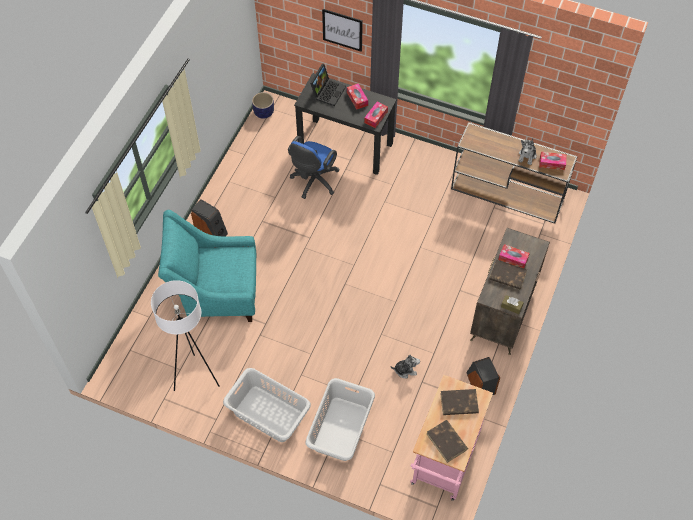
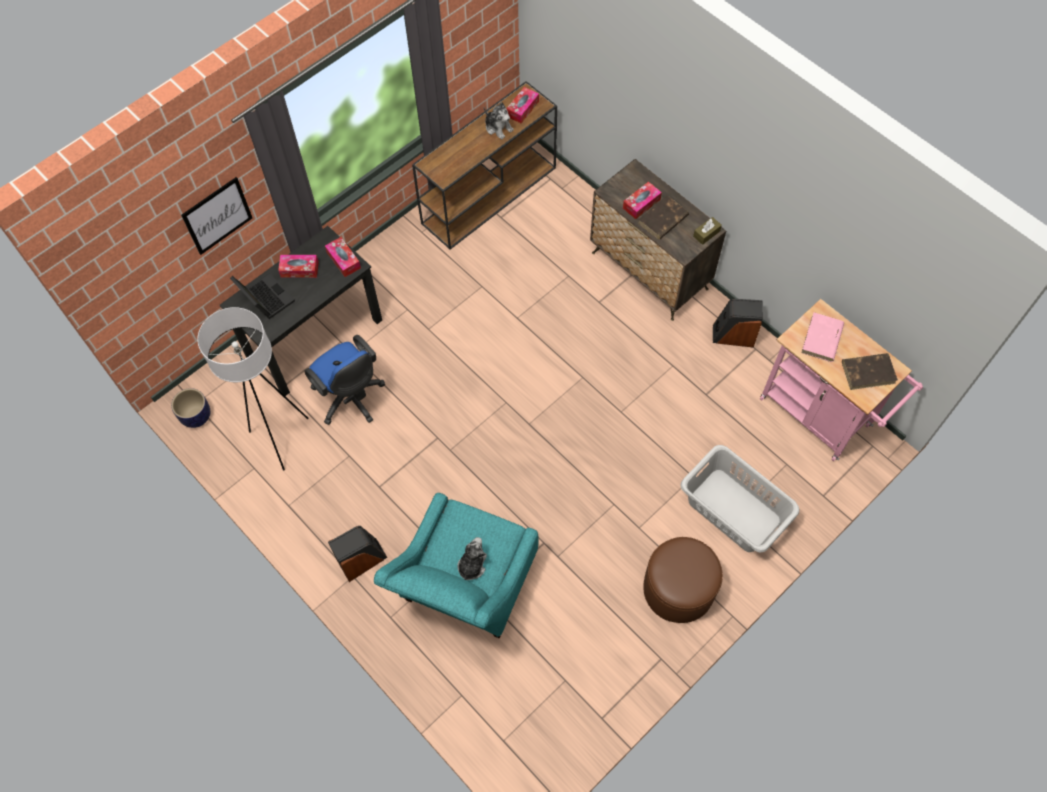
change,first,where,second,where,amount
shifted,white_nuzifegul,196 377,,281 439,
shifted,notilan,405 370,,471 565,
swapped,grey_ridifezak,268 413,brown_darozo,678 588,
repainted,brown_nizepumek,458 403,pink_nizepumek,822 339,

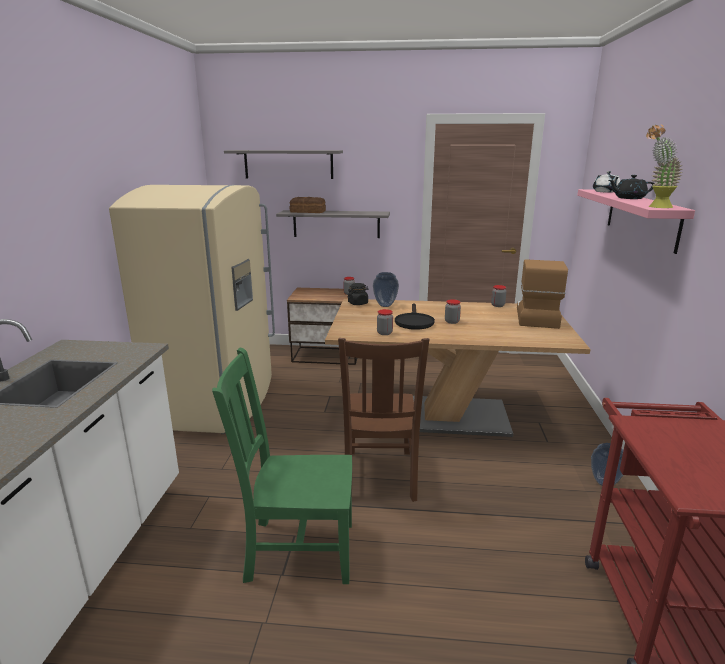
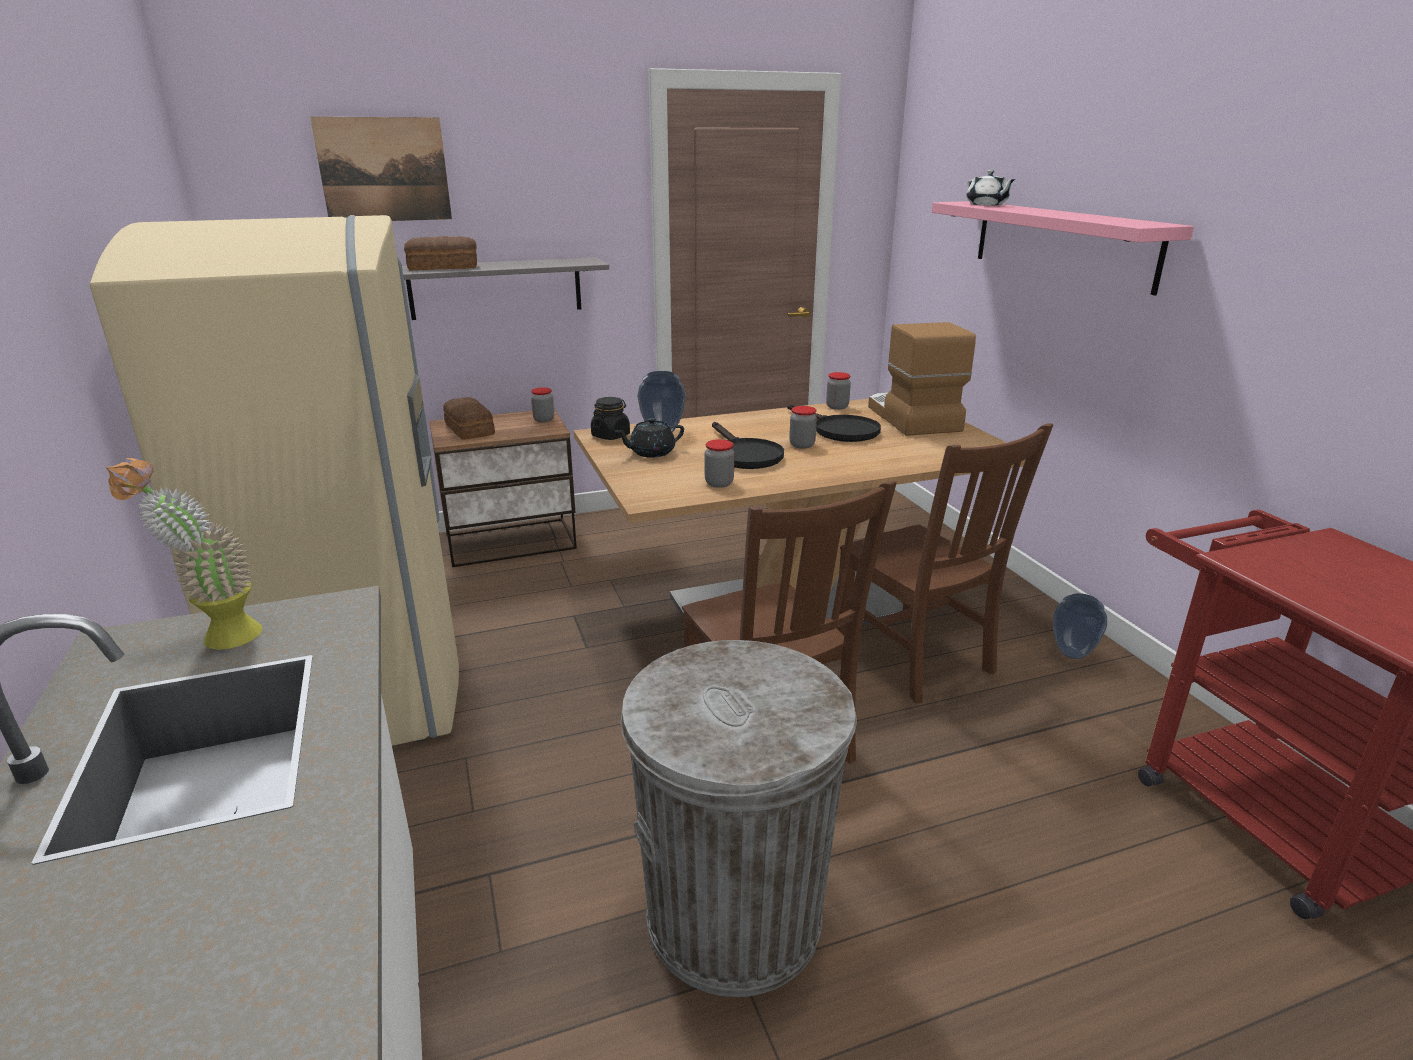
change,first,where,second,where,amount
shifted,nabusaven,654 207,,216 638,
swapped,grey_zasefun,288 164,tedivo,384 170,
shifted,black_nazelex,629 198,,651 452,
swapped,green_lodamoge,296 550,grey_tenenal,733 916,
new,,,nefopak,468 430,
new,,,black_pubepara,839 430,
new,,,brown_lodamoge,916 658,

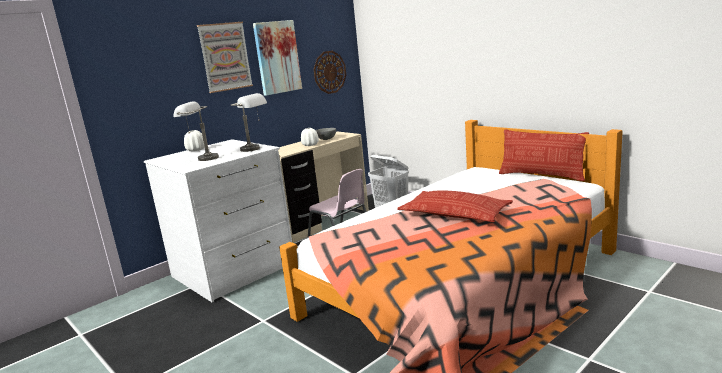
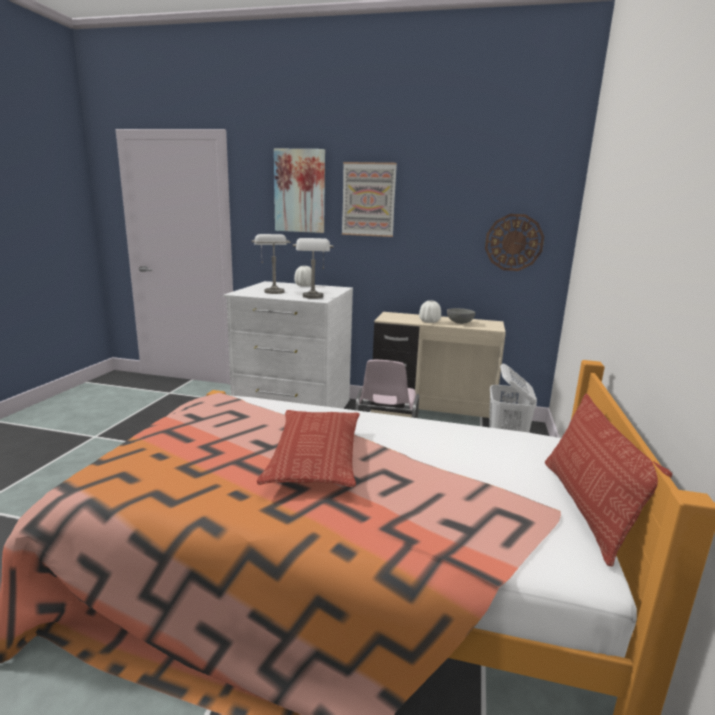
change,first,where,second,where,amount
shifted,tedivo,277 57,,300 191,

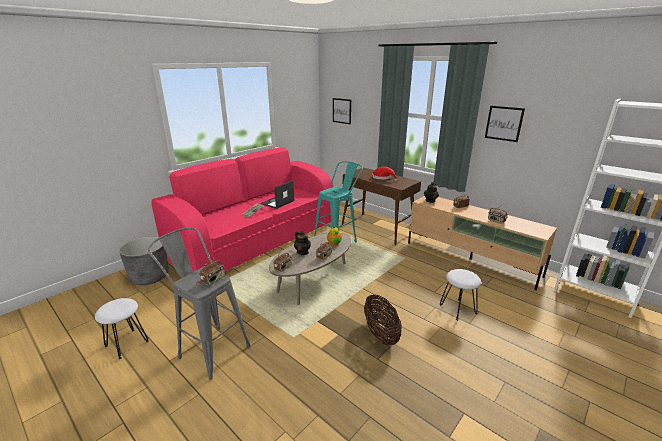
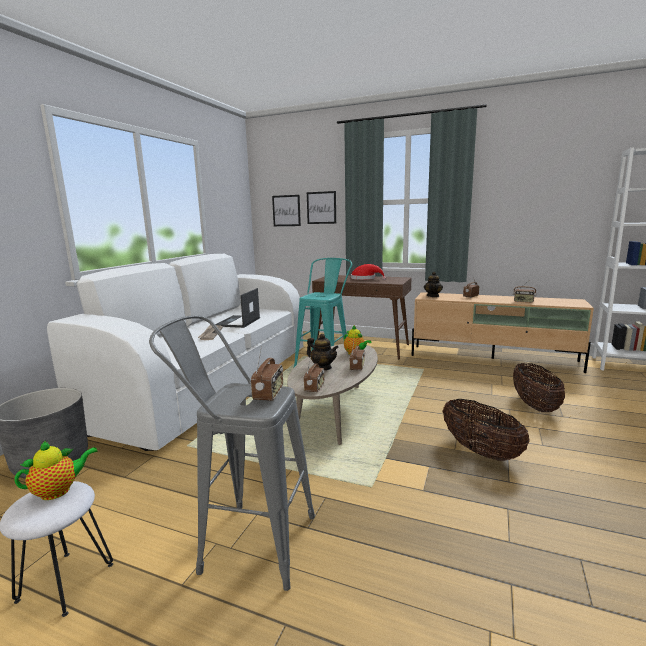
change,first,where,second,where,amount
shifted,tedivo,504 123,,321 207,
repainted,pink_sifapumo,258 240,white_sifapumo,212 383,
swapped,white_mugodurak,457 309,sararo,534 405,
new,,,nazelex,59 491,

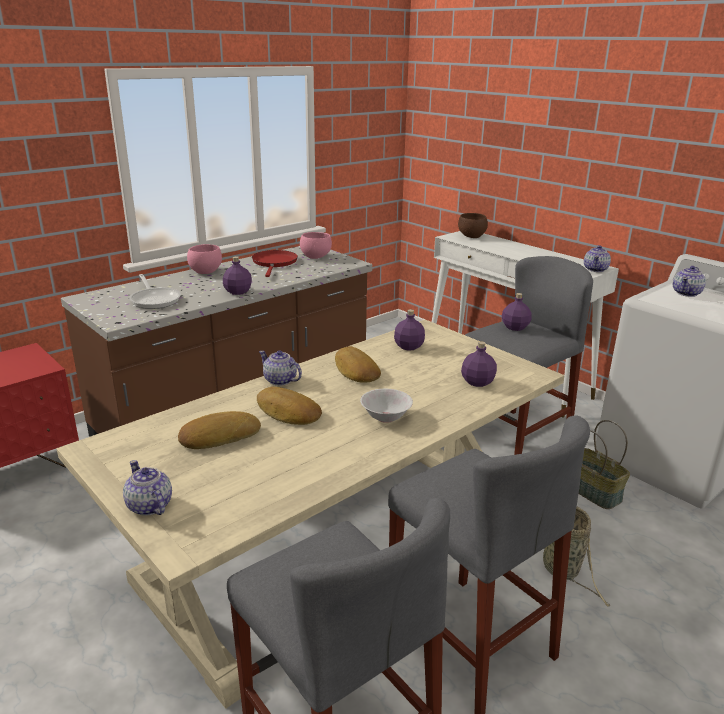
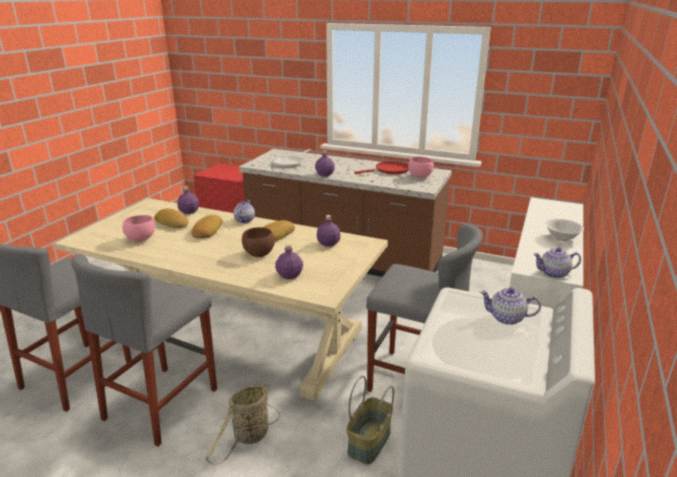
change,first,where,second,where,amount
shifted,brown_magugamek,472 237,,258 254,
shifted,pink_magugamek,205 272,,141 239,
shifted,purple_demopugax,515 327,,189 211,
shifted,white_magugamek,385 417,,561 238,
gone,nazelex,149 506,,,

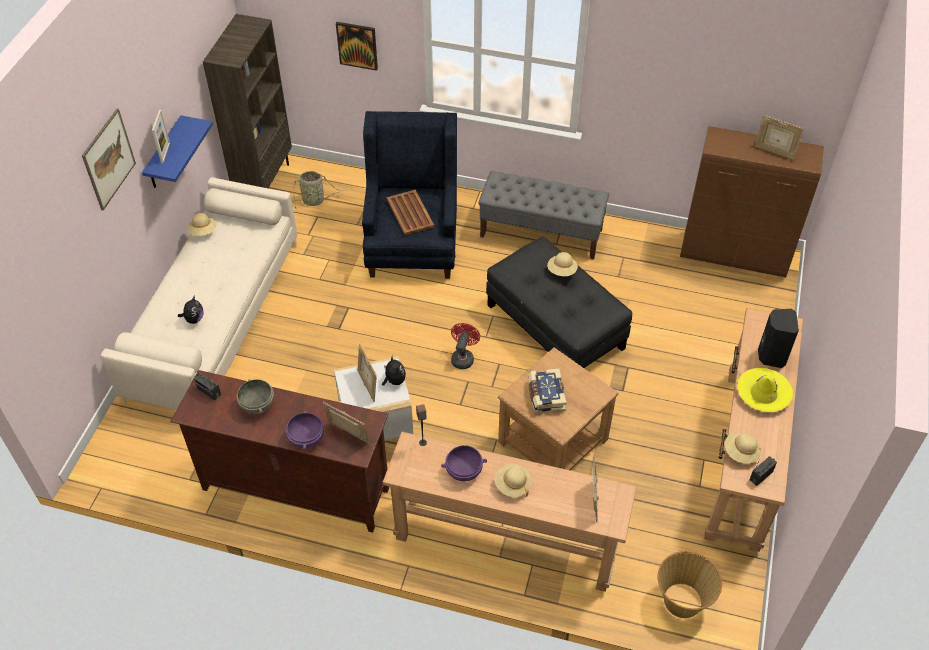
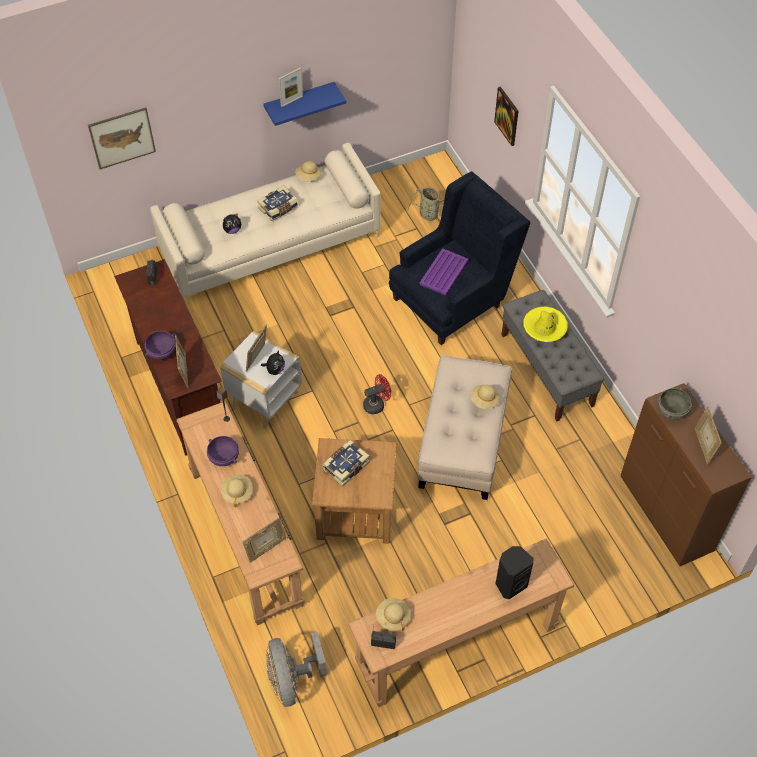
change,first,where,second,where,amount
gone,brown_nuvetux,264 180,,,
shifted,tedivo,109 159,,122 138,
repainted,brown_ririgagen,410 212,purple_ririgagen,444 272,
repainted,black_darozo,556 326,beige_darozo,463 441,
shifted,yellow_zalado,763 394,,544 327,
shifted,grey_magugamek,258 405,,672 411,
swapped,sararo,682 600,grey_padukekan,292 679,
new,,,nizepumek,278 208,

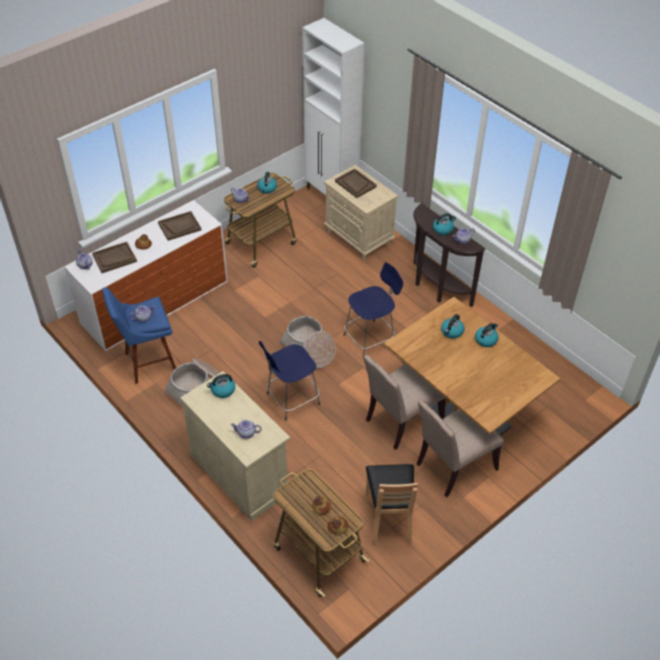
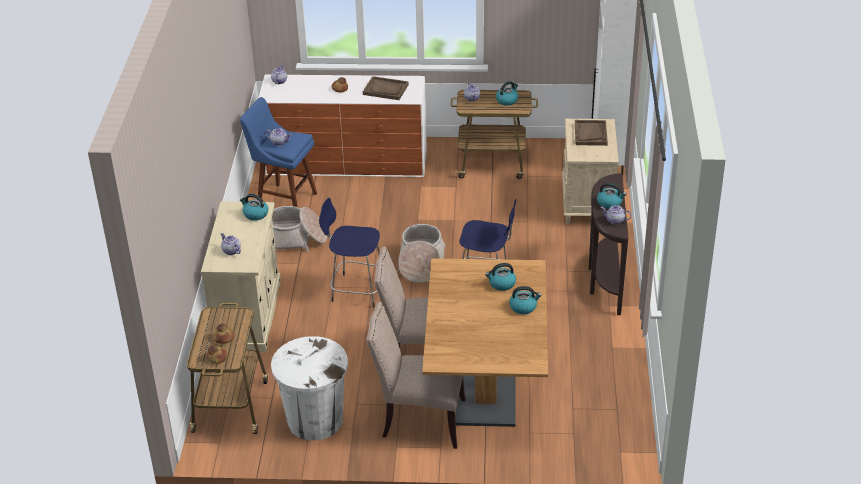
change,first,where,second,where,amount
gone,brown_ririgagen,114 258,,,
swapped,brown_lodamoge,389 519,white_tenenal,314 420,

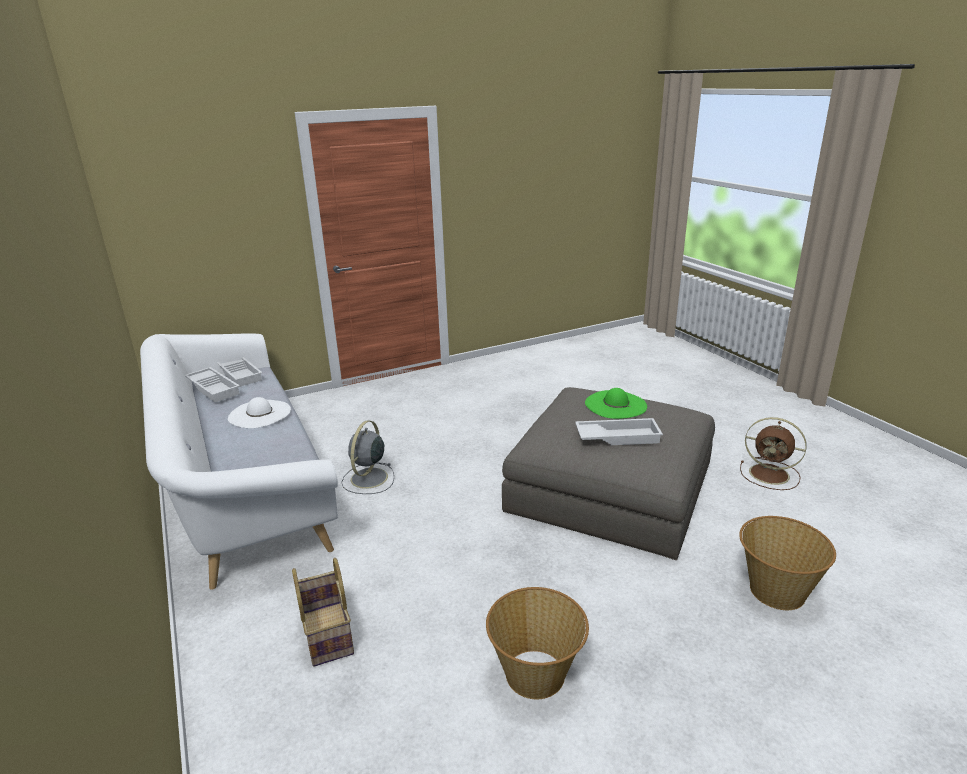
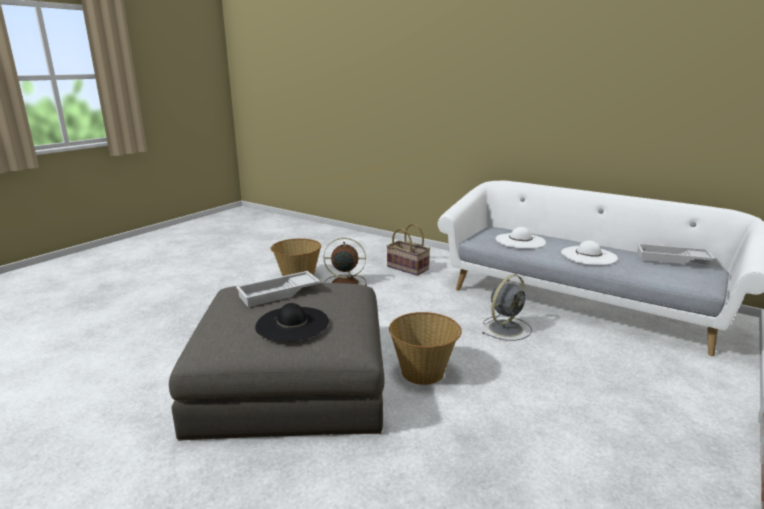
change,first,where,second,where,amount
gone,white_ririgagen,240 374,,,
repainted,green_zalado,615 404,black_zalado,292 324,
shifted,brown_padukekan,771 474,,344 283,
rotated,grey_padukekan,368 479,,506 328,60 degrees clockwise
shifted,sararo,776 591,,423 372,
new,,,white_zalado,520 240,

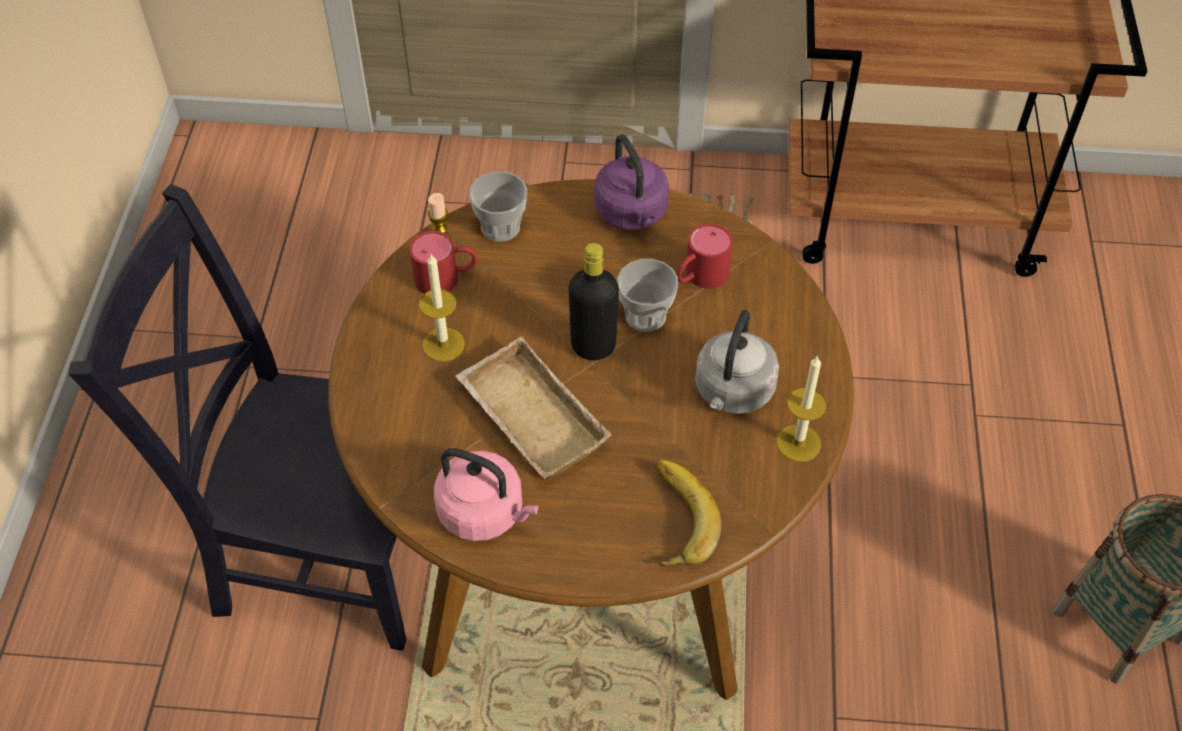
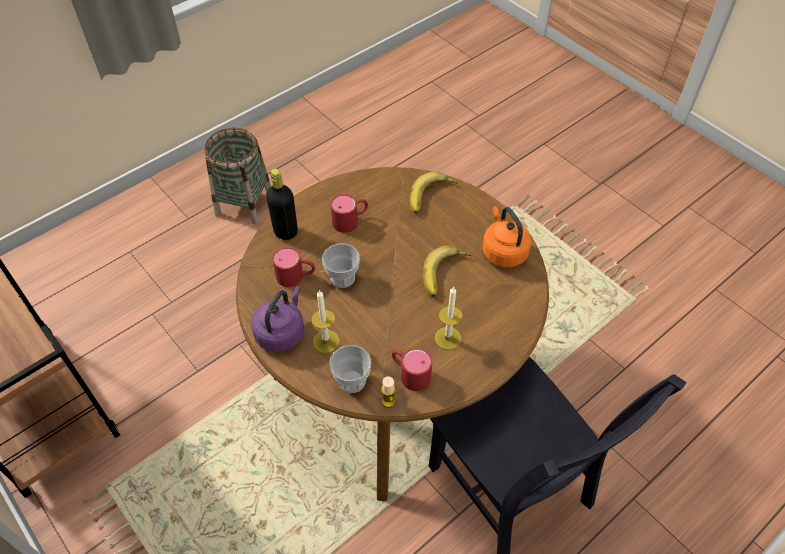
change,first,where,second,where,amount
shifted,black_demopugax,593 346,,285 231,
swapped,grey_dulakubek,732 392,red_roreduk,350 220,
swapped,beige_ririgagen,528 418,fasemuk,445 274,
shifted,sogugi,798 443,,326 341,
repainted,pink_dulakubek,485 513,orange_dulakubek,503 251,

